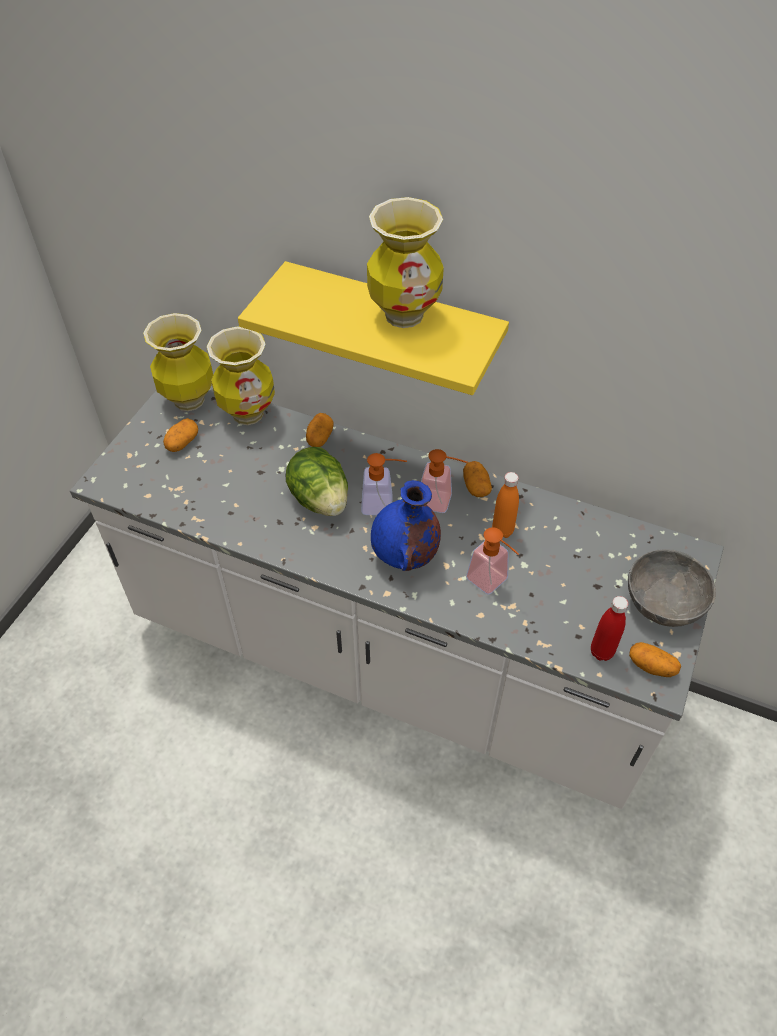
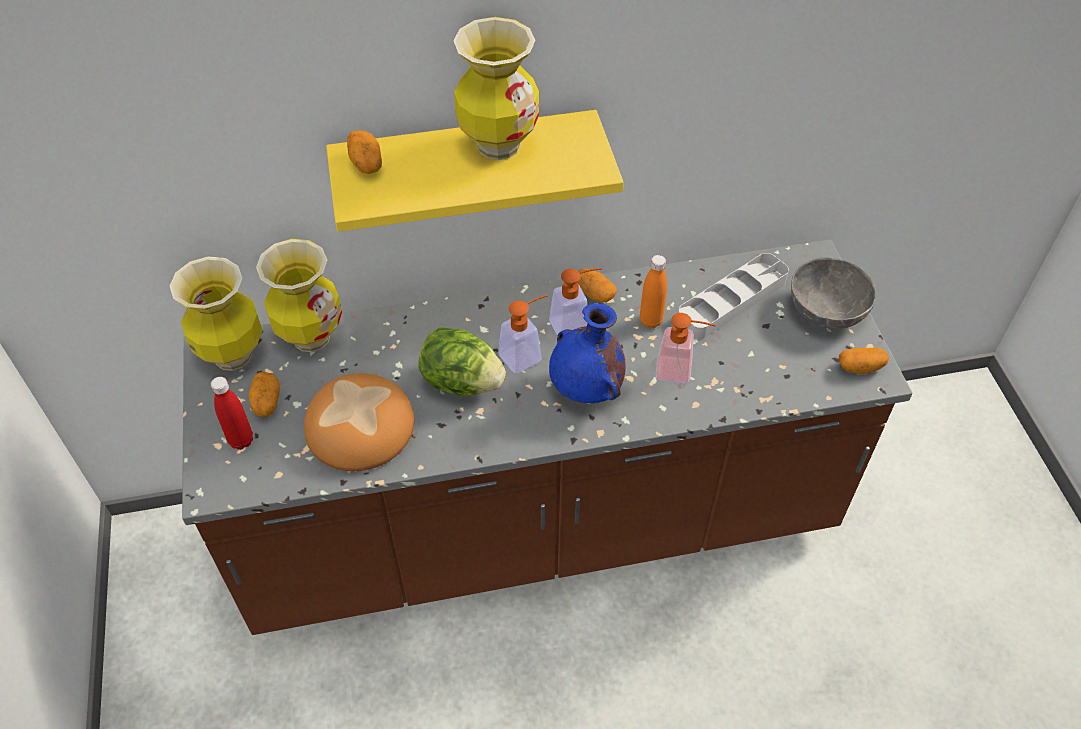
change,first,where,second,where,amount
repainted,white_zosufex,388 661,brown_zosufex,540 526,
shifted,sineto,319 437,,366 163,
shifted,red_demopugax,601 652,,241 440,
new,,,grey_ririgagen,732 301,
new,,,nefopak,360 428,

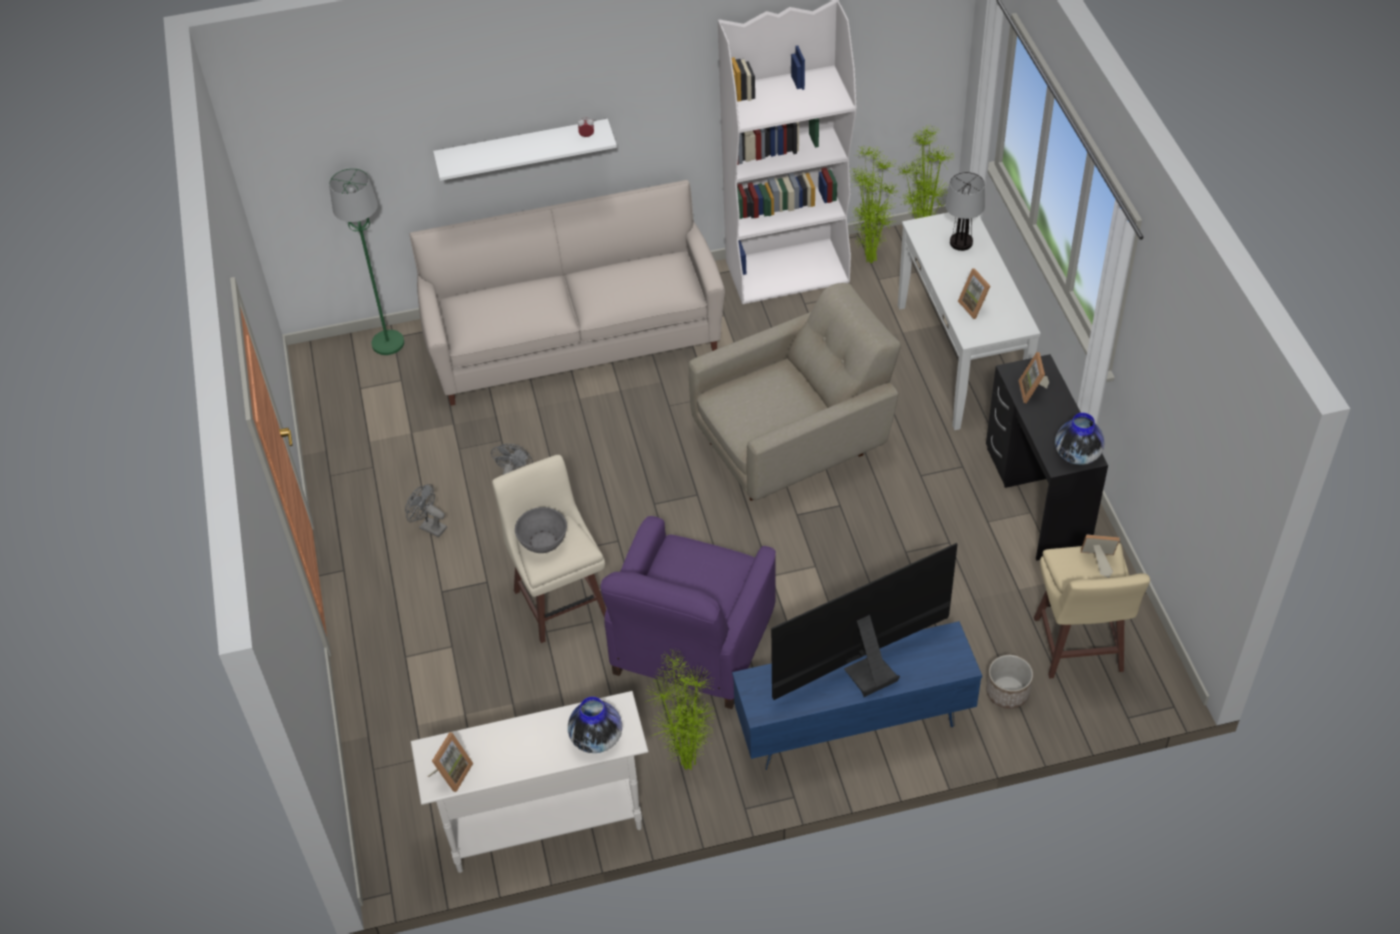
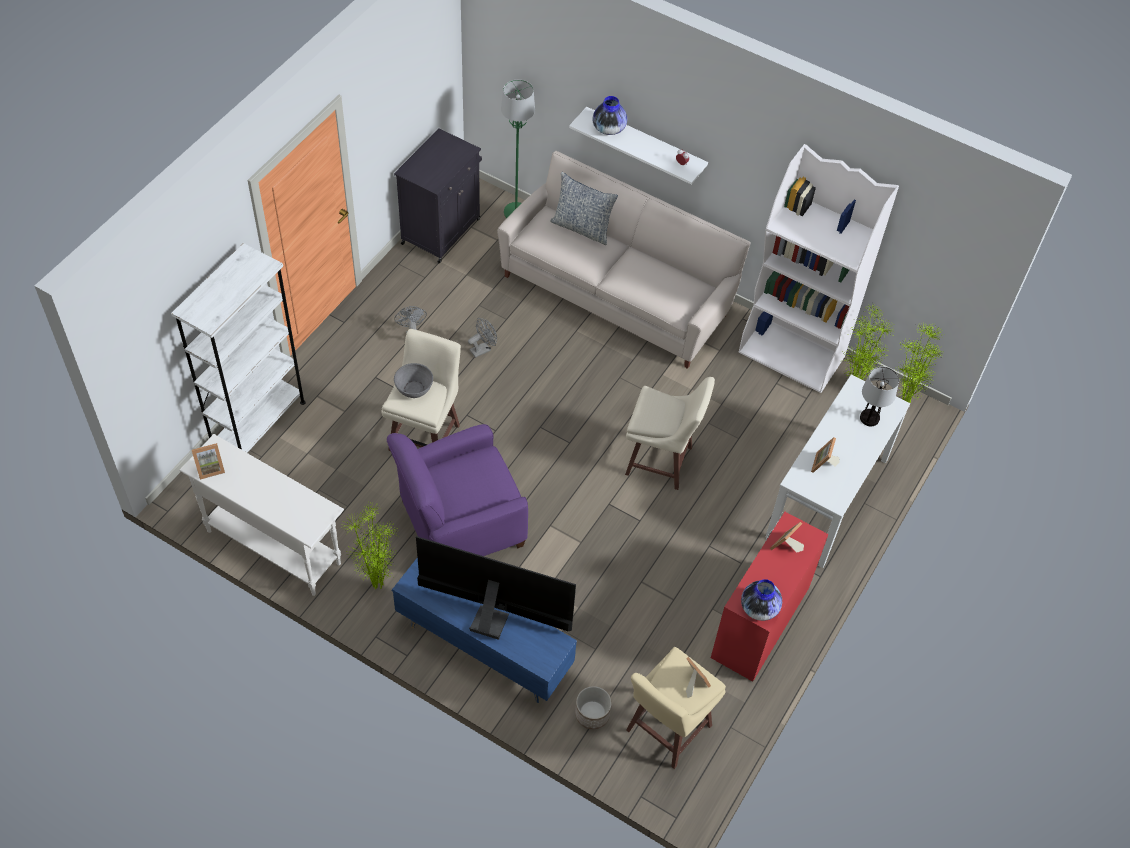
change,first,where,second,where,amount
swapped,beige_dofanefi,795 444,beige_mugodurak,661 462,
repainted,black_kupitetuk,1037 498,red_kupitetuk,761 622,
shifted,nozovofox,596 738,,608 129,
new,,,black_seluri,442 230,
new,,,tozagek,582 228,
new,,,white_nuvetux,258 425,

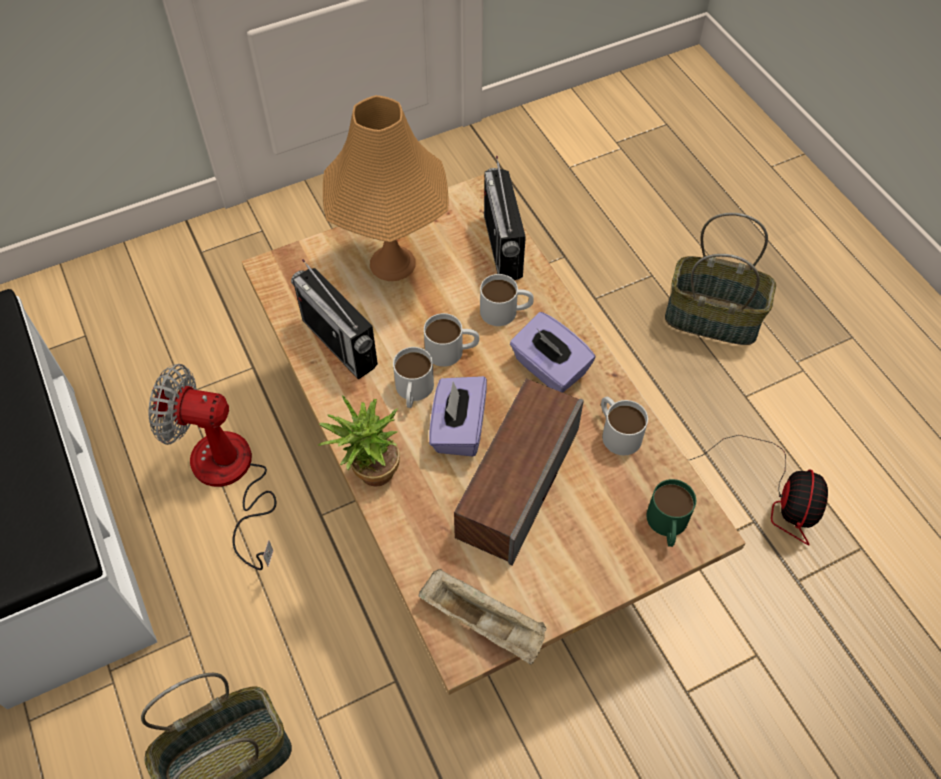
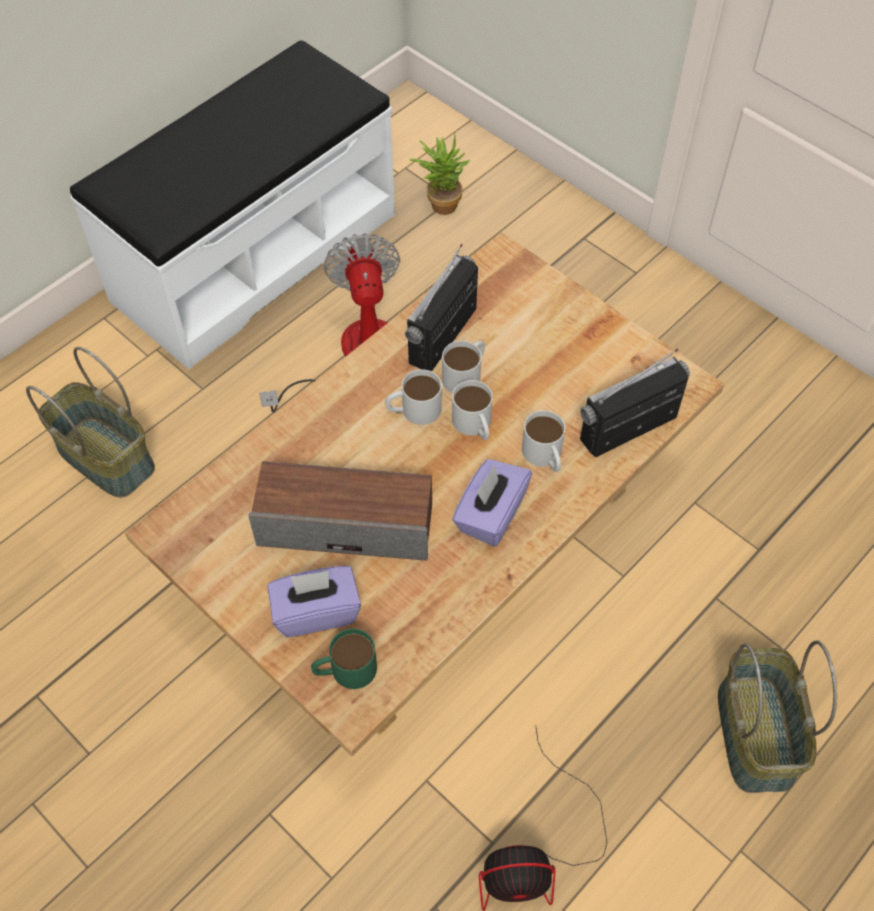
change,first,where,second,where,amount
gone,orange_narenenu,392 263,,,
shifted,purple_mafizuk,458 429,,316 611,
shifted,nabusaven,369 473,,440 203,
shifted,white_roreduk,617 431,,466 374,
gone,beige_ririgagen,484 623,,,

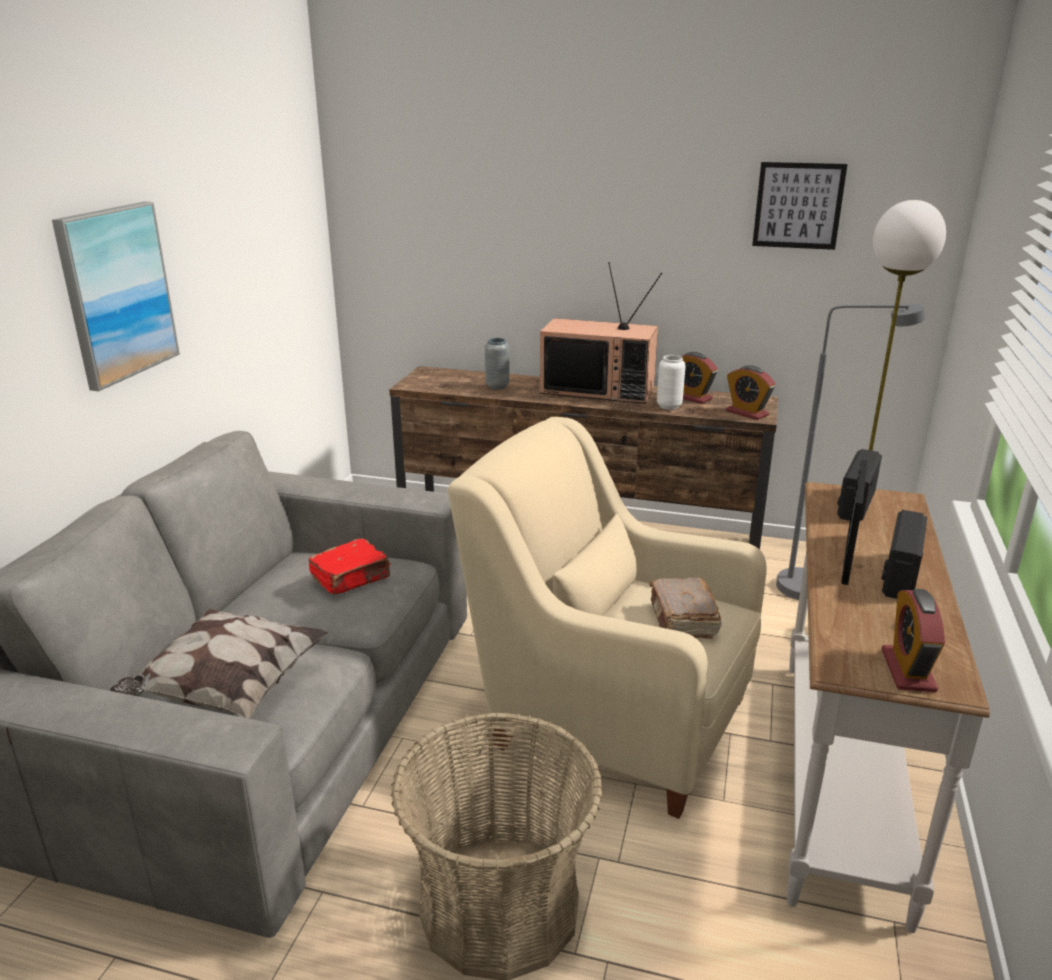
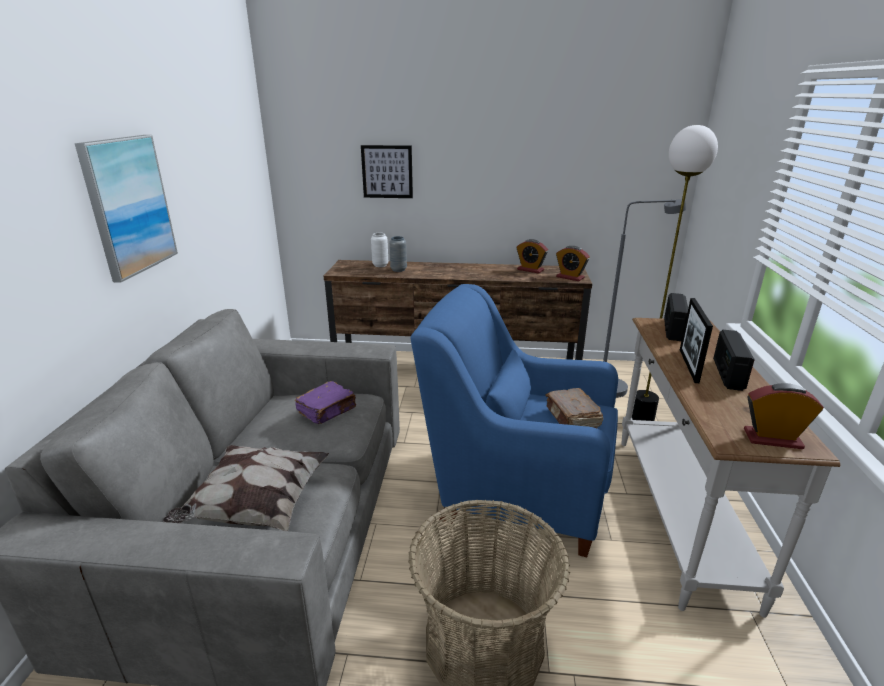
change,first,where,second,where,amount
shifted,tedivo,798 205,,387 172,
gone,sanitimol,599 390,,,
shifted,white_nozovofox,669 406,,380 265,
repainted,beige_dofanefi,608 716,blue_dofanefi,516 489,
repainted,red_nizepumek,352 578,purple_nizepumek,327 411,
rotated,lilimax,908 670,,772 439,105 degrees clockwise

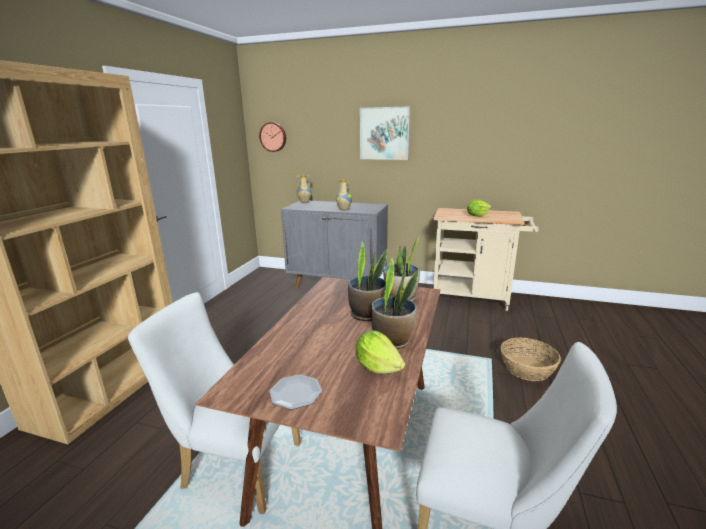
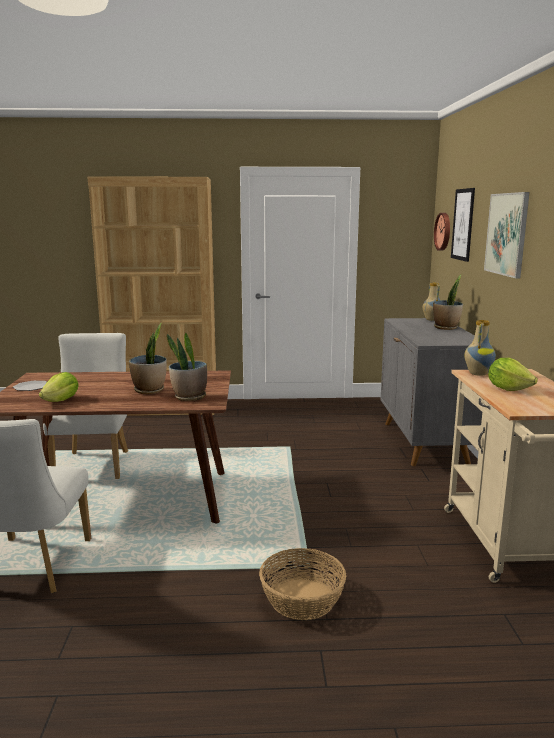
change,first,where,second,where,amount
shifted,nozovofox,343 209,,477 374,
shifted,nabusaven,392 341,,446 328,
new,,,tedivo,463 224,

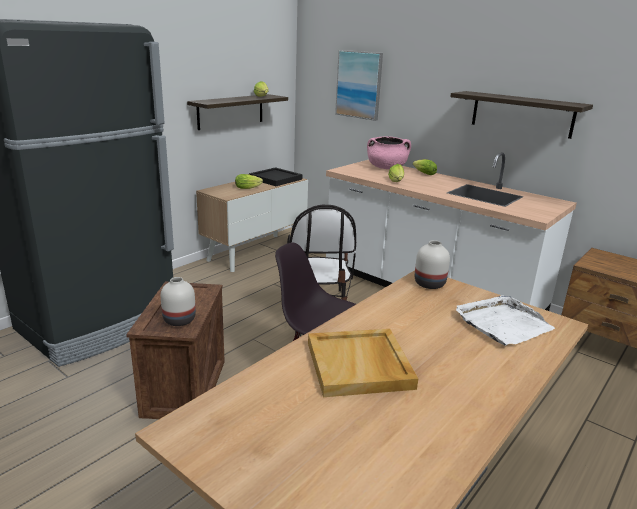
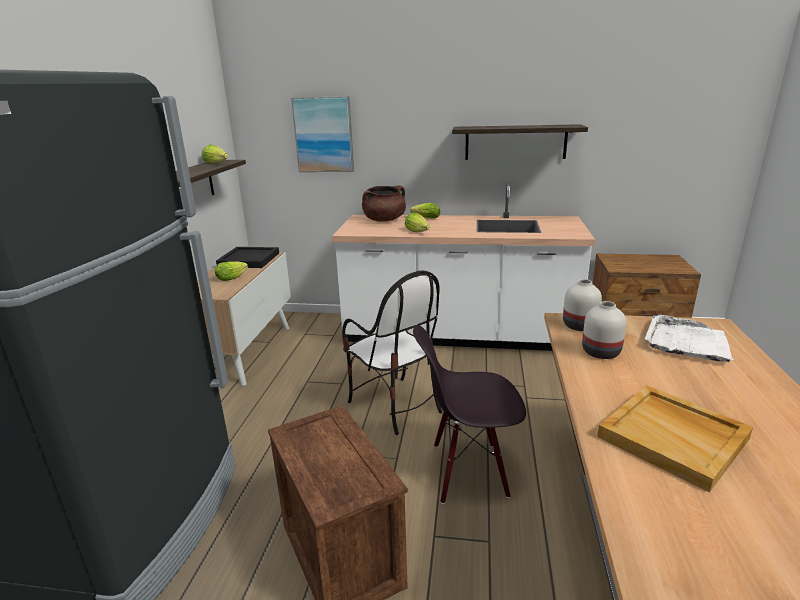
change,first,where,second,where,amount
repainted,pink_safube,386 168,brown_safube,384 220,
shifted,white_nozovofox,179 320,,599 352,

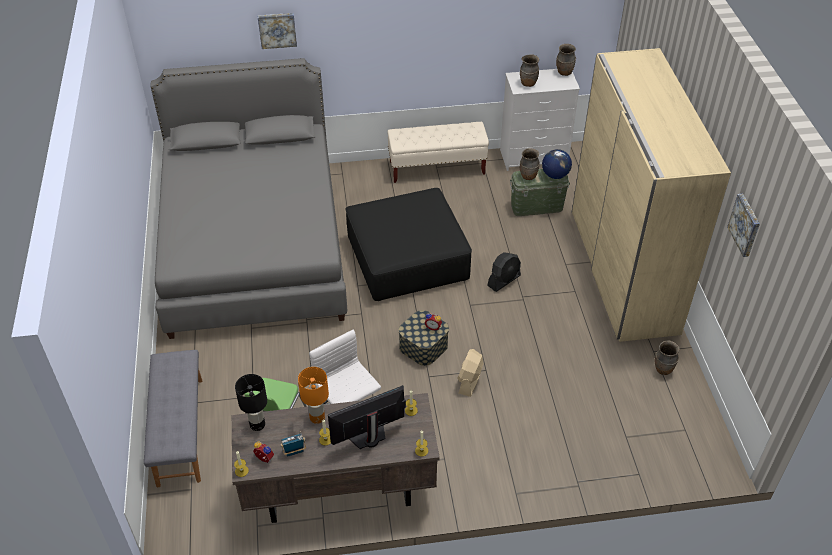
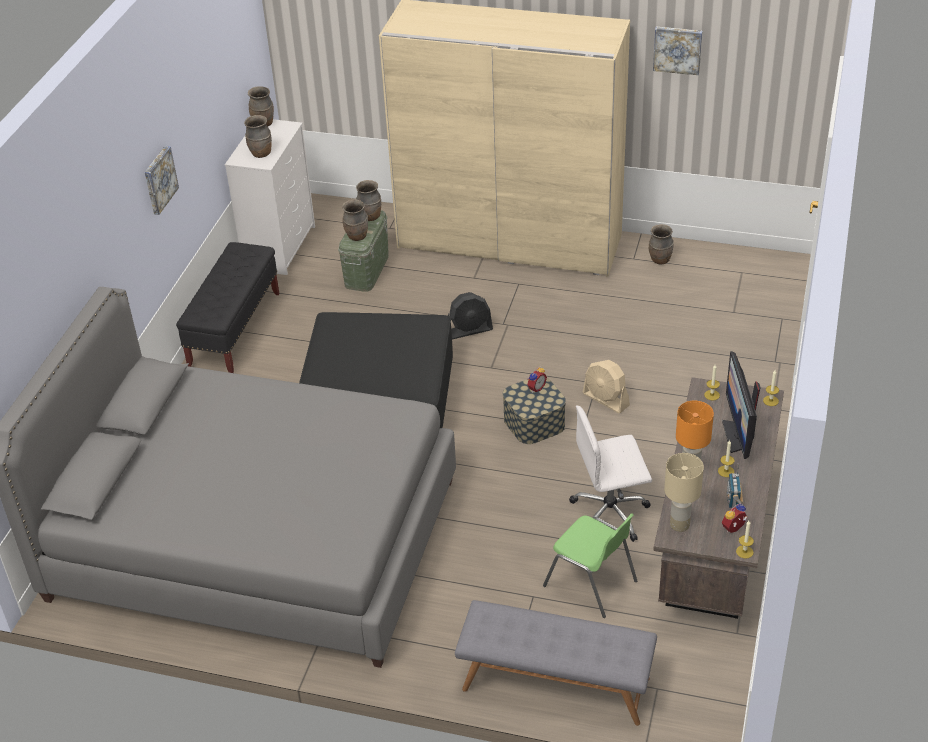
change,first,where,second,where,amount
shifted,tedivo,277 30,,159 179,
repainted,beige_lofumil,437 168,black_lofumil,235 329,
swapped,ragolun,555 175,brown_nozovofox,370 217,
rotated,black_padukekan,504 280,,469 330,90 degrees clockwise
repainted,black_narenenu,258 425,beige_narenenu,680 524,

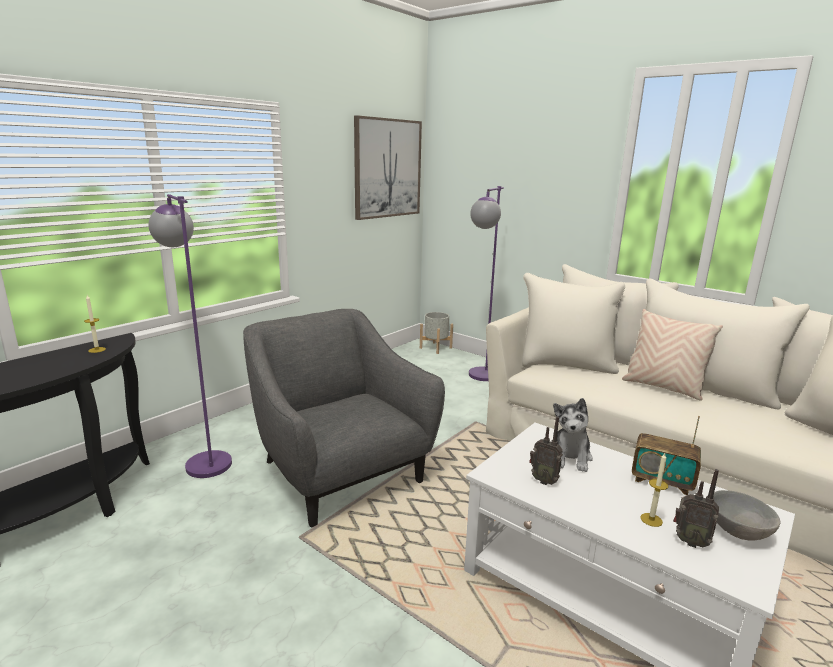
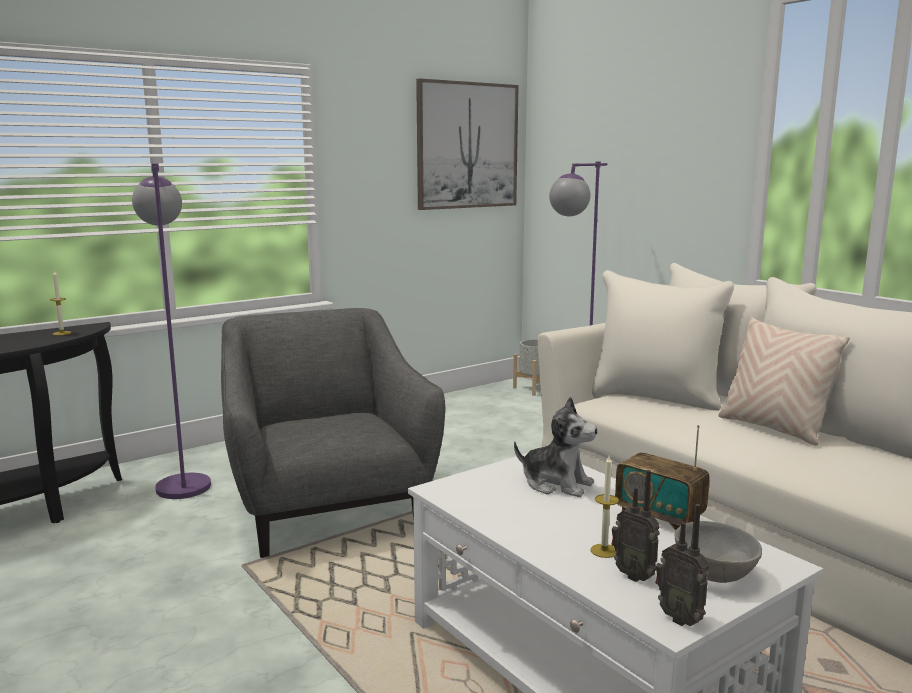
change,first,where,second,where,amount
rotated,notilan,570 457,,556 484,90 degrees counterclockwise
shifted,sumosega,543 480,,681 618,

